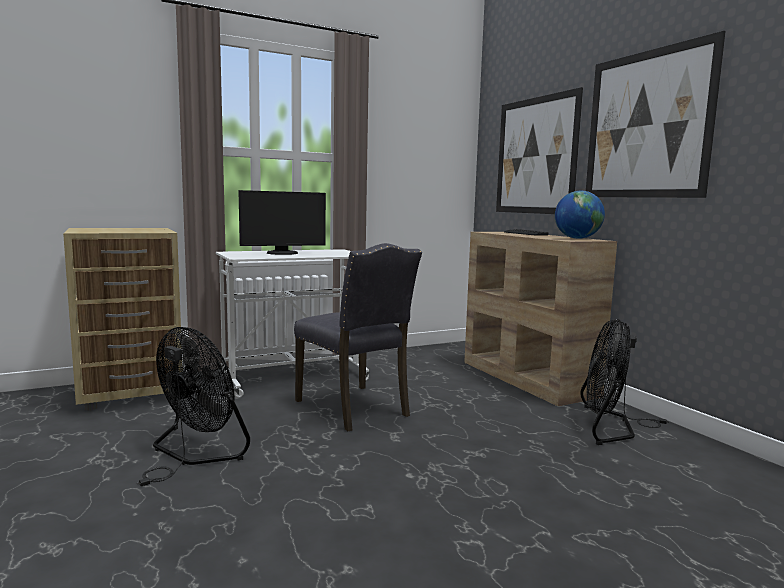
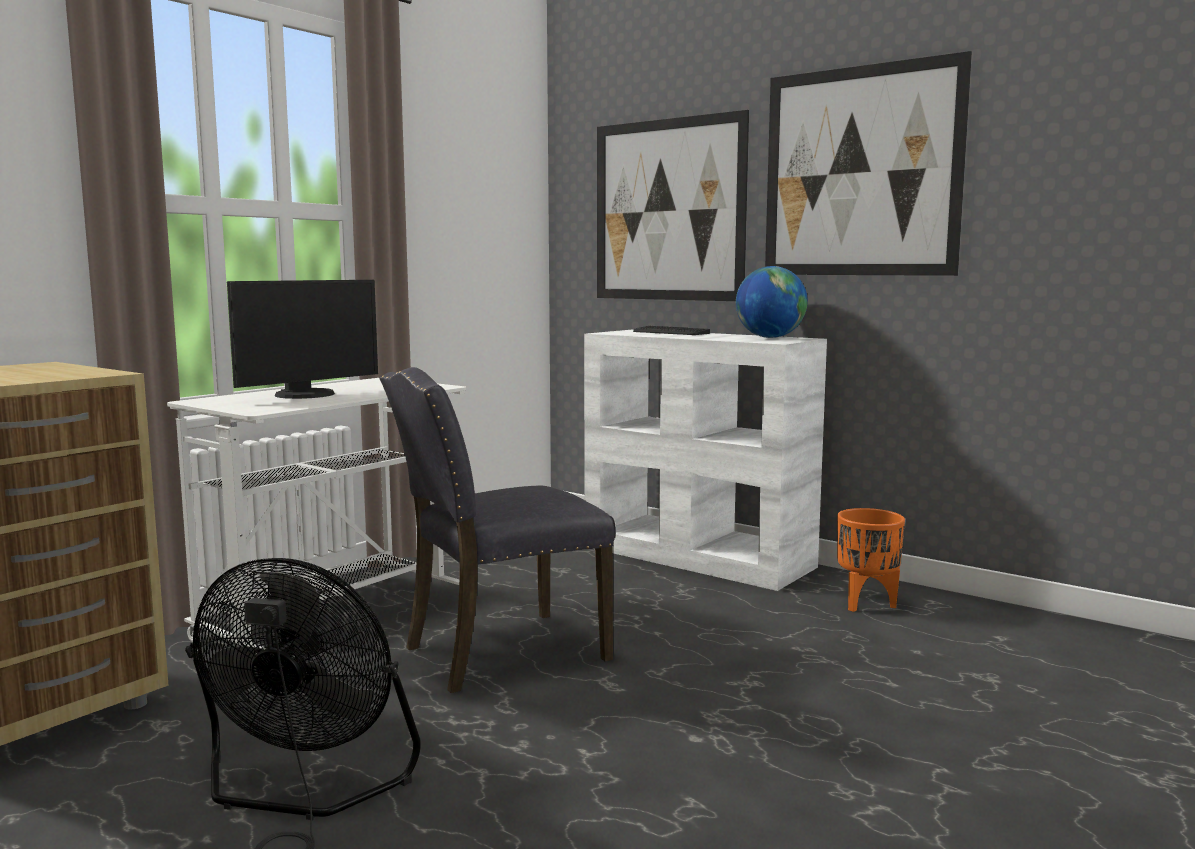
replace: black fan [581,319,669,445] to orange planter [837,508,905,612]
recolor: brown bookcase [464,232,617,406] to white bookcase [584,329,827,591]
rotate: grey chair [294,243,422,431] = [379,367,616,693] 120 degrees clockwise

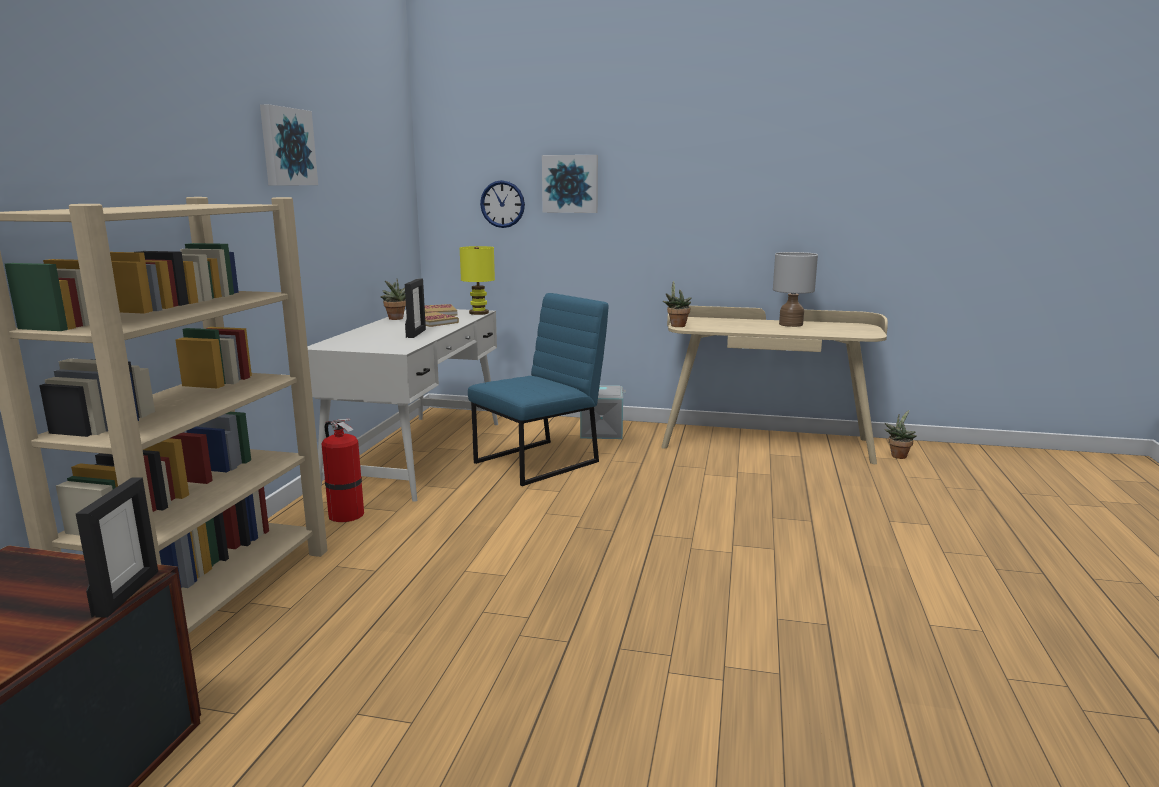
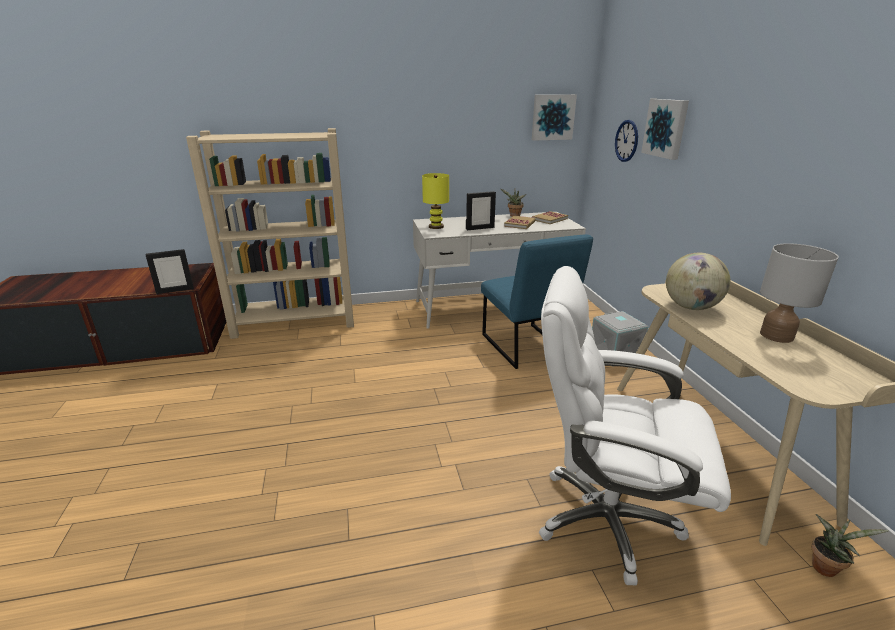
delete: fire extinguisher [321,419,364,522]; potted plant [663,281,691,327]
insert: white office chair [539,266,731,586]; globe [666,253,730,310]
move: picture [260,104,318,186] to [532,94,577,141]; yellow table lamp [460,246,495,315] to [422,173,449,229]
rotate: blue chair [468,293,608,486] = [481,234,593,369] 45 degrees clockwise

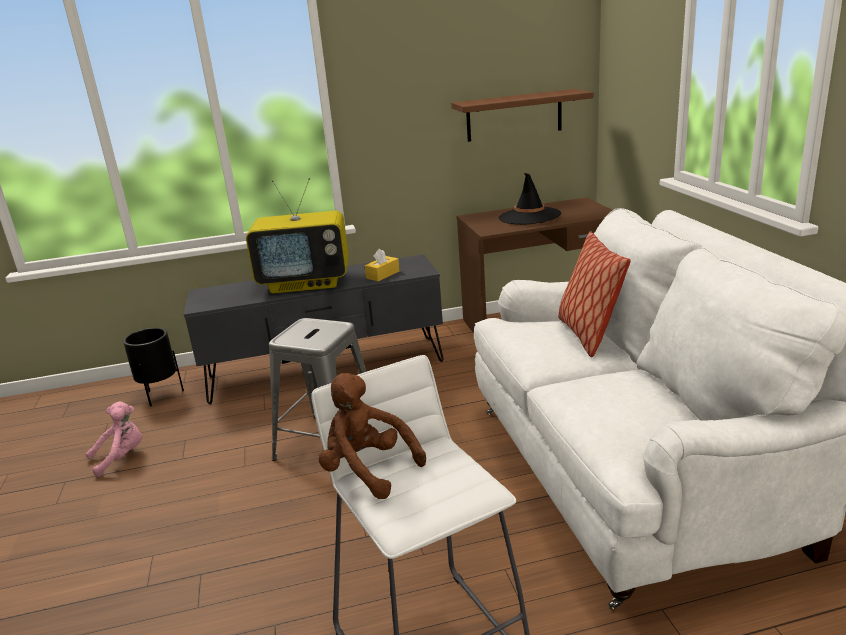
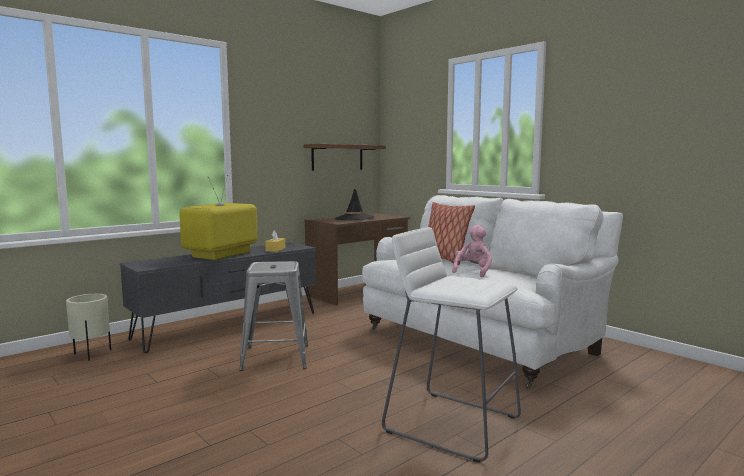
delete: brown plush toy [318,373,426,499]
move: pink plush toy [86,401,142,477] to [452,225,492,277]
recolor: black planter [123,328,184,407] to beige planter [66,294,111,361]
rotate: television [246,178,349,294] = [179,175,258,260] 150 degrees clockwise

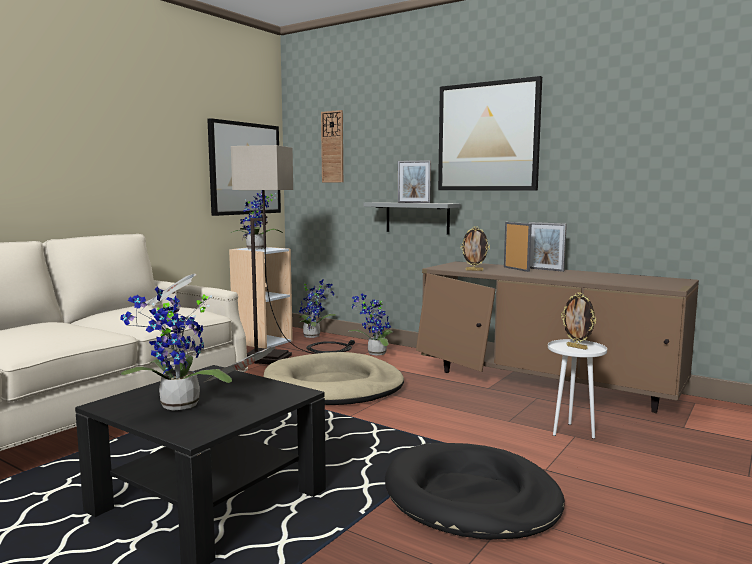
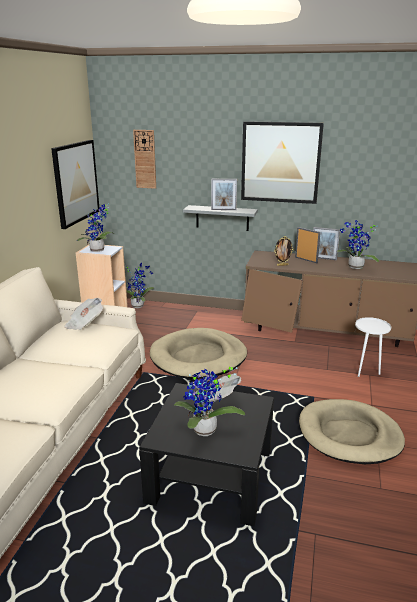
delete: floor lamp [231,145,355,365]; picture frame [561,292,596,350]
move: potted plant [349,293,393,356] to [337,220,379,269]
recolor: black dog bed [385,443,565,540] to beige dog bed [299,399,405,464]

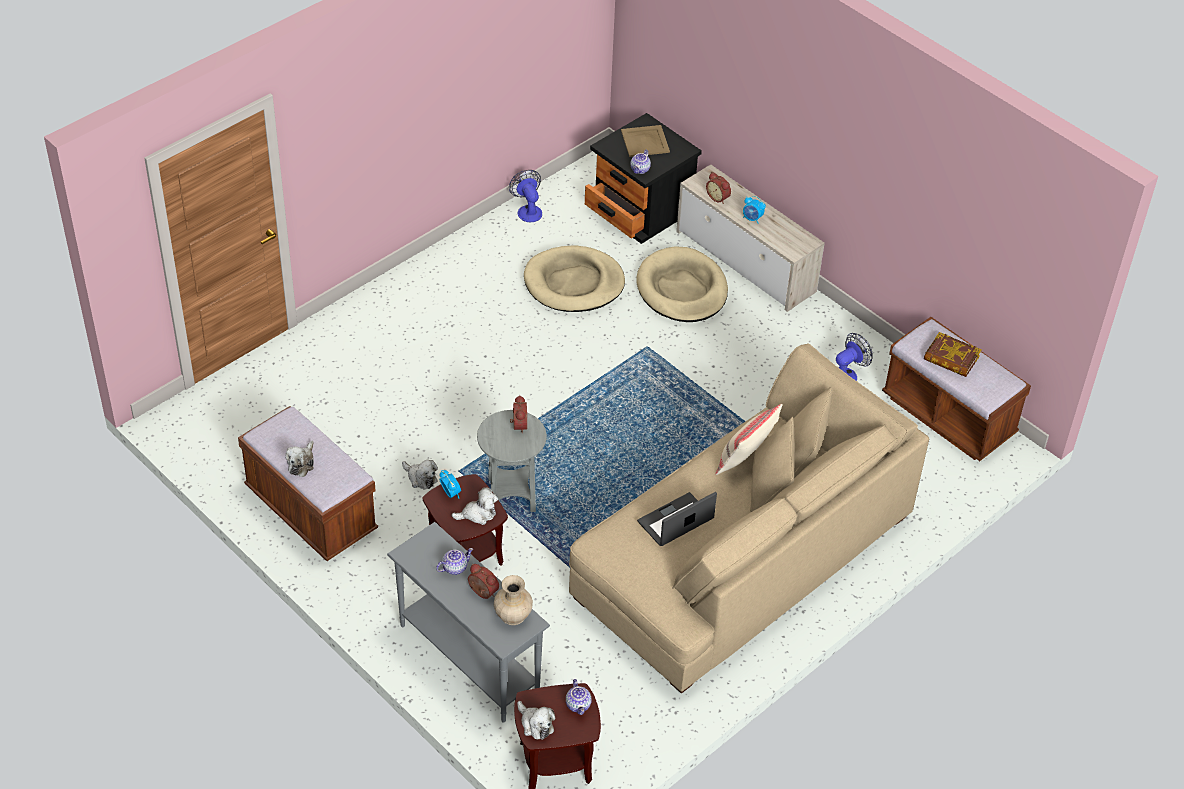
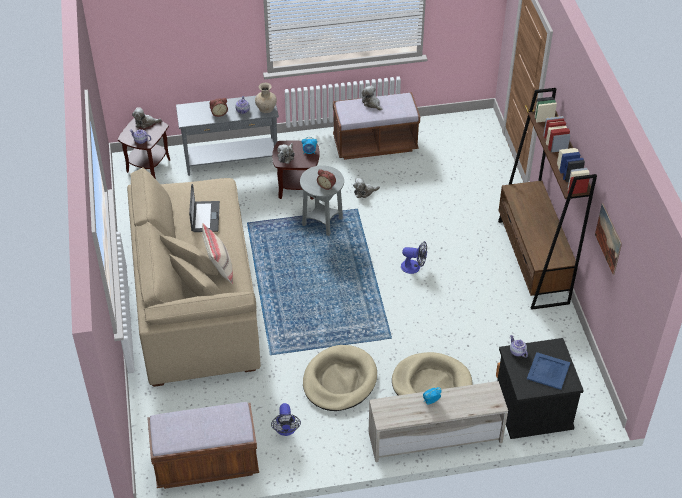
delete: alarm clock [706,172,731,204]; book [924,332,982,377]
insert: brown bookcase [498,88,597,310]; picture [595,203,622,275]
move: beige vase [494,575,533,625] to [255,83,277,113]; fan [509,170,542,222] to [401,241,427,274]; beige dog bed [524,246,625,312] to [303,345,377,411]
recolor: beige tray [621,125,670,157] to blue tray [527,352,570,390]

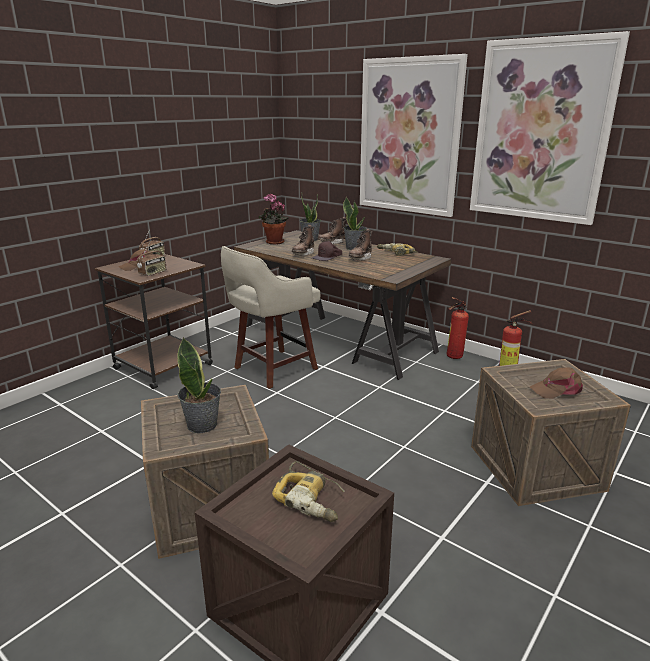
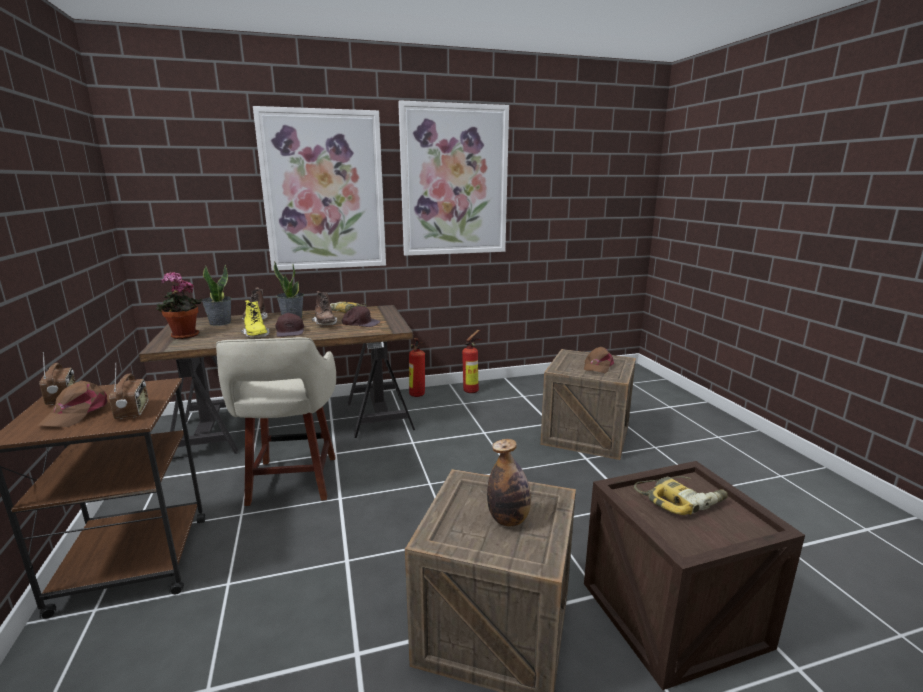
insert: brown cap [342,306,380,327]
replace: potted plant [178,337,221,433] to bottle [487,439,531,526]
recolor: brown boot [292,225,314,256] to yellow boot [241,300,269,338]

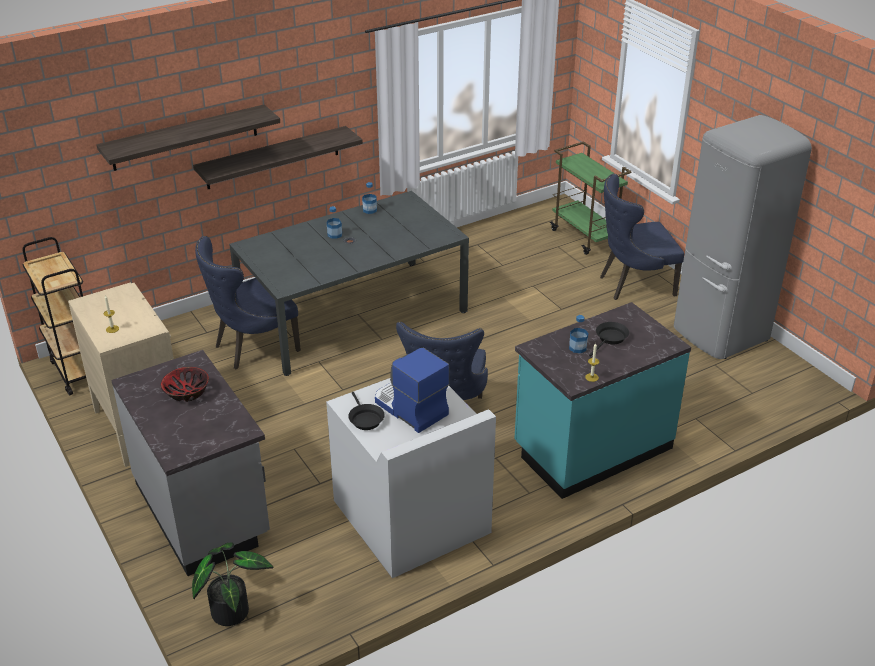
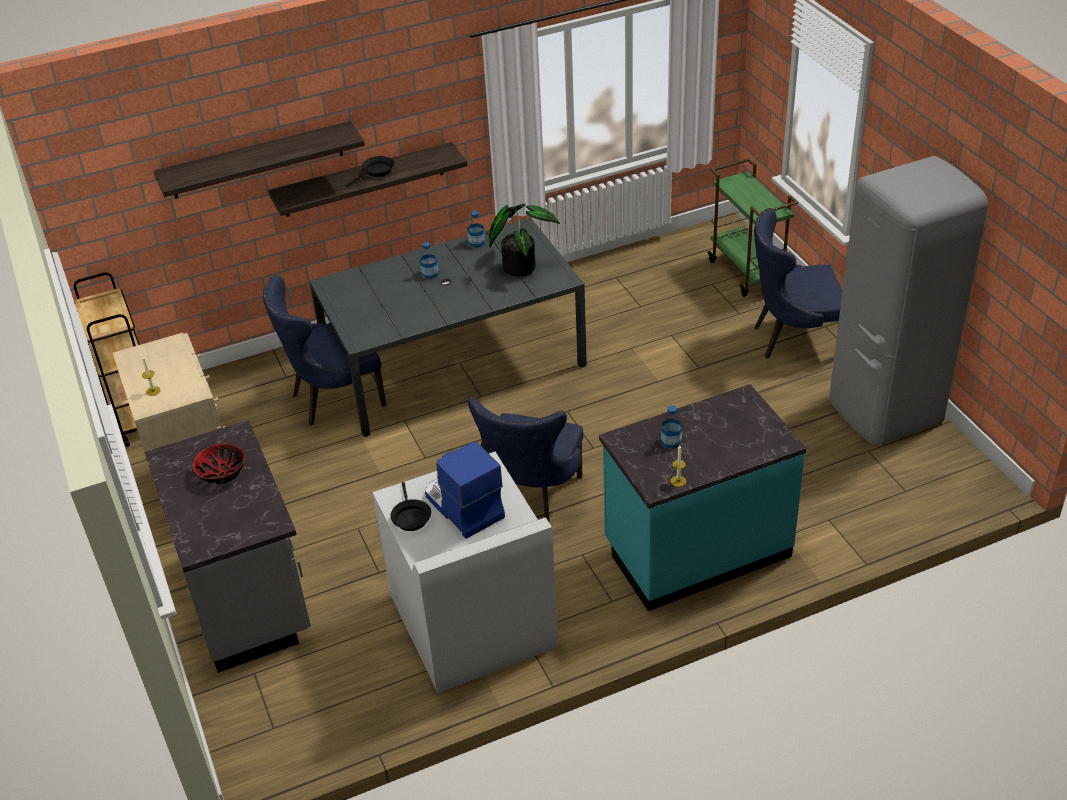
move: potted plant [192,542,274,626] to [489,204,560,276]; black frying pan [589,322,629,357] to [346,156,395,187]

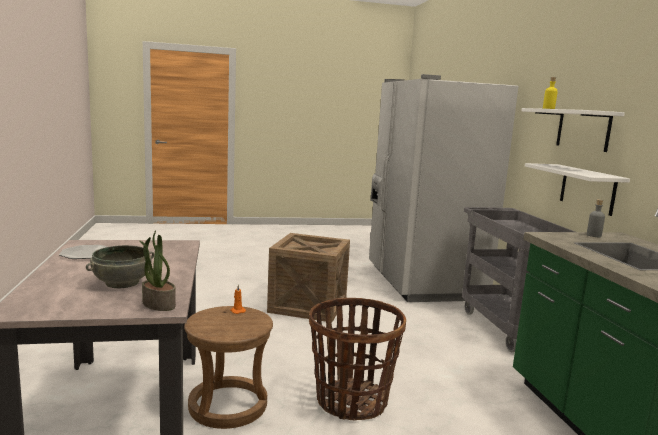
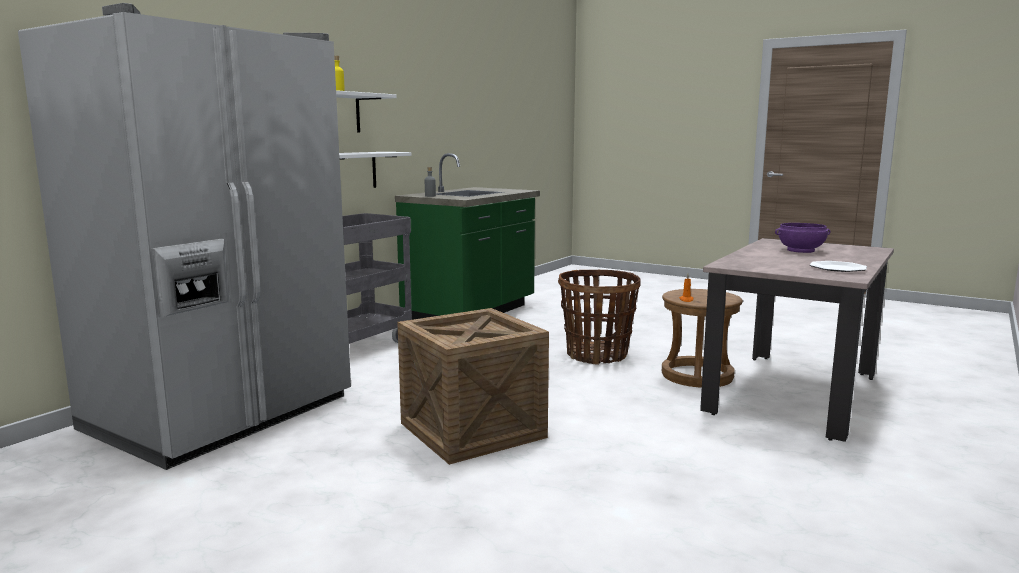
delete: potted plant [139,230,176,311]
recolor: grey bowl [86,245,154,288] to purple bowl [775,223,831,253]

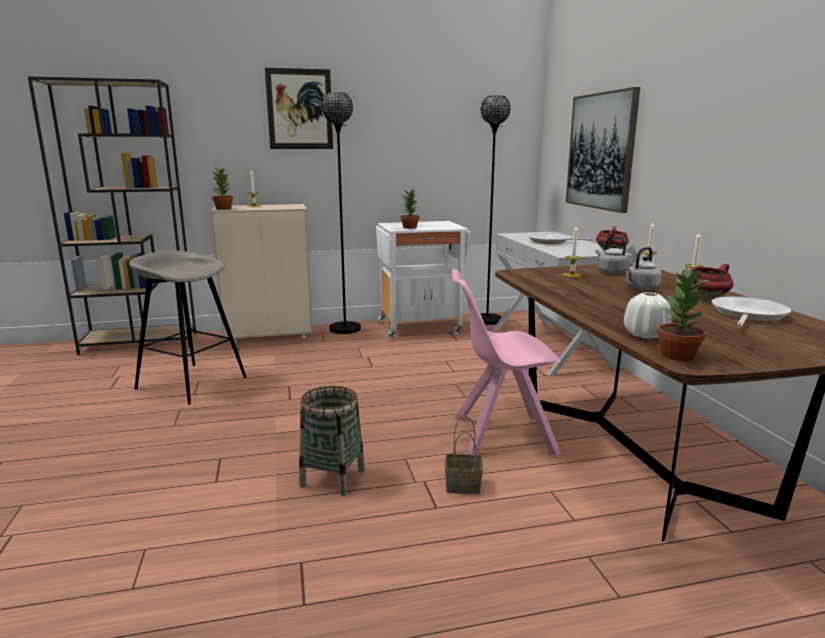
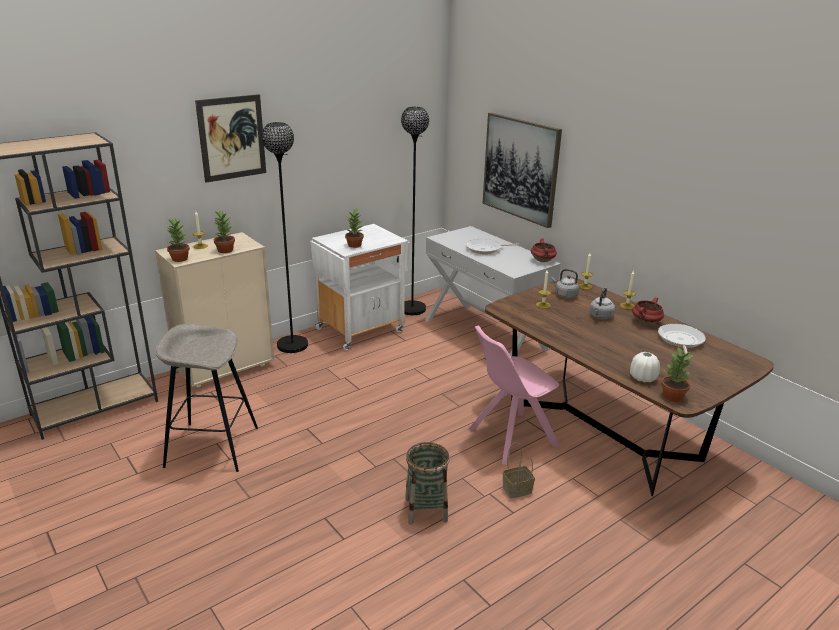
insert: potted plant [213,211,235,253]

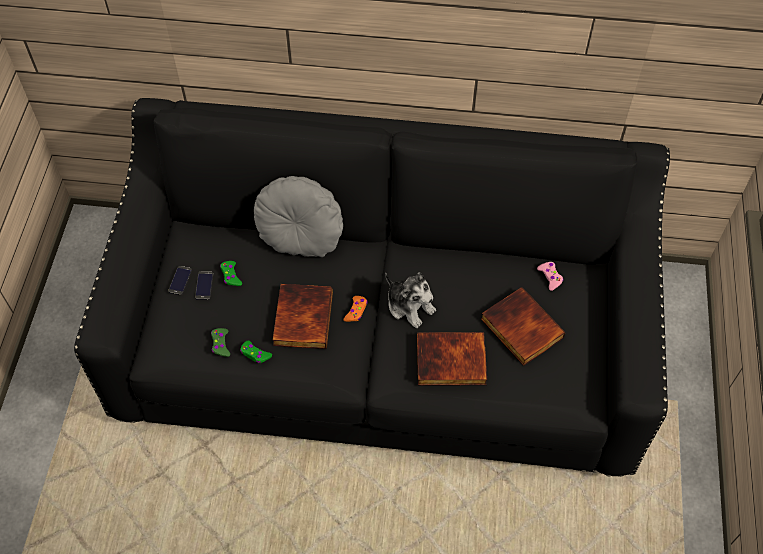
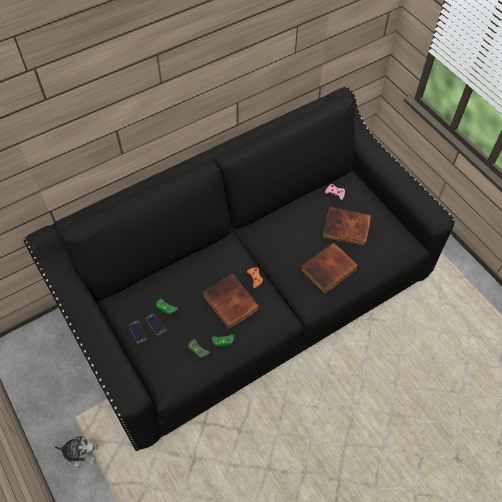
delete: grey pillow [254,176,343,257]
move: plush toy [385,272,436,328] to [54,436,99,467]

